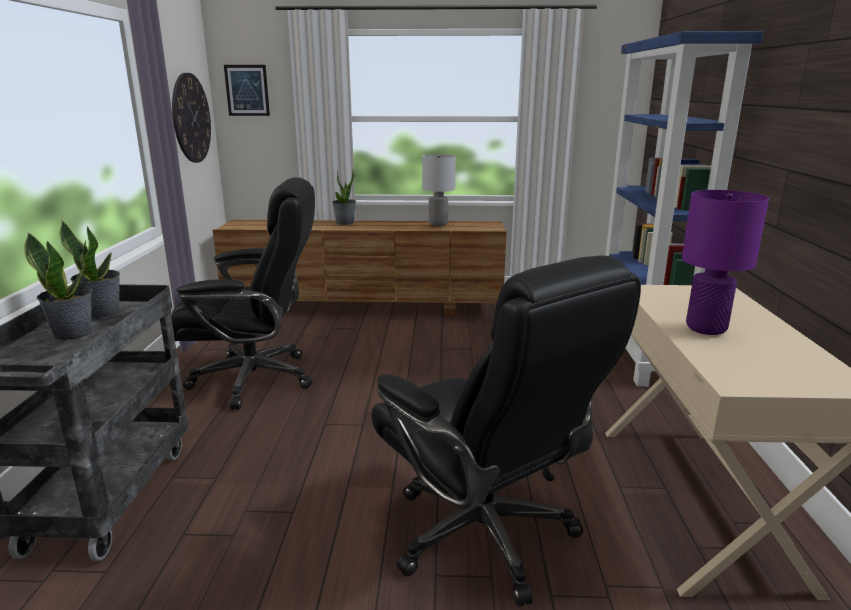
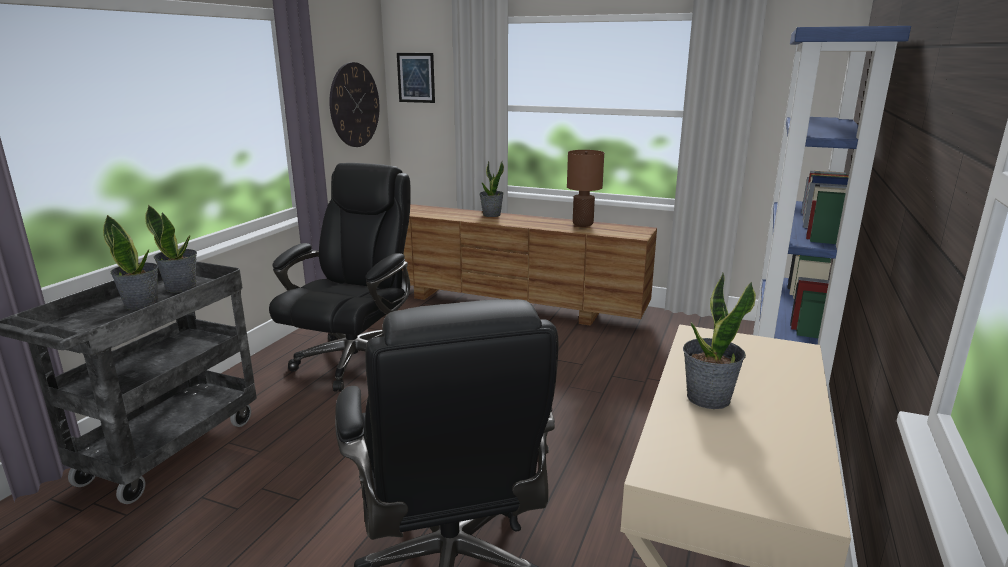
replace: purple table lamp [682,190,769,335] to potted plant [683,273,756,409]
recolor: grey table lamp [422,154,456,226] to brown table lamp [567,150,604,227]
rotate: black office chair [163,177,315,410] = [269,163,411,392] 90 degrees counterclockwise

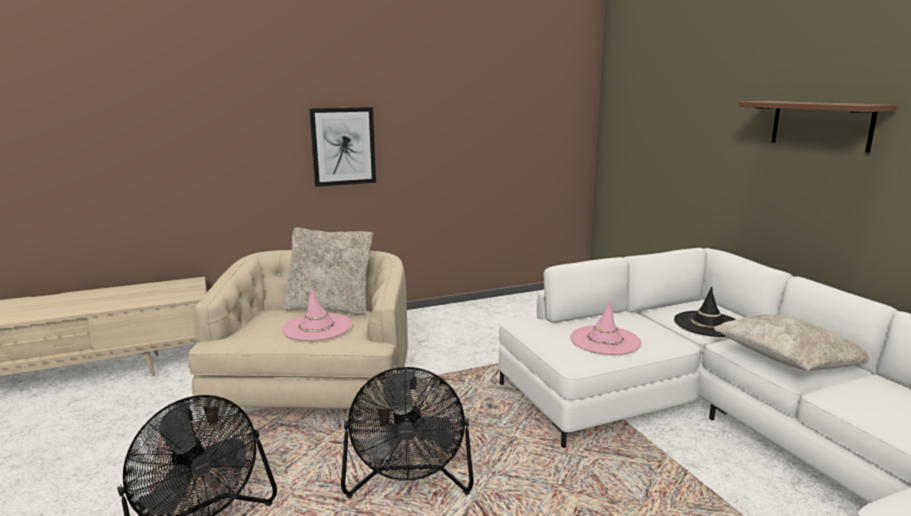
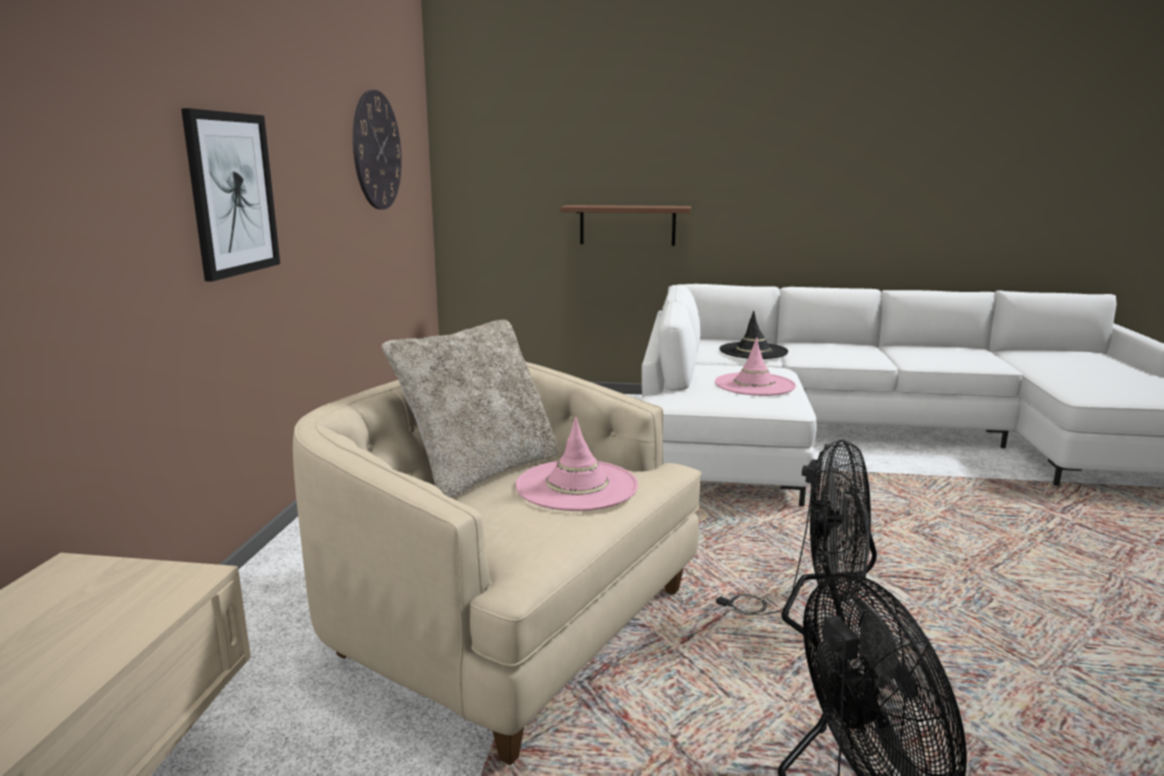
delete: beige pillow [714,314,870,370]
insert: wall clock [353,90,402,210]
move: brown shelf [738,101,897,152] to [560,205,691,246]

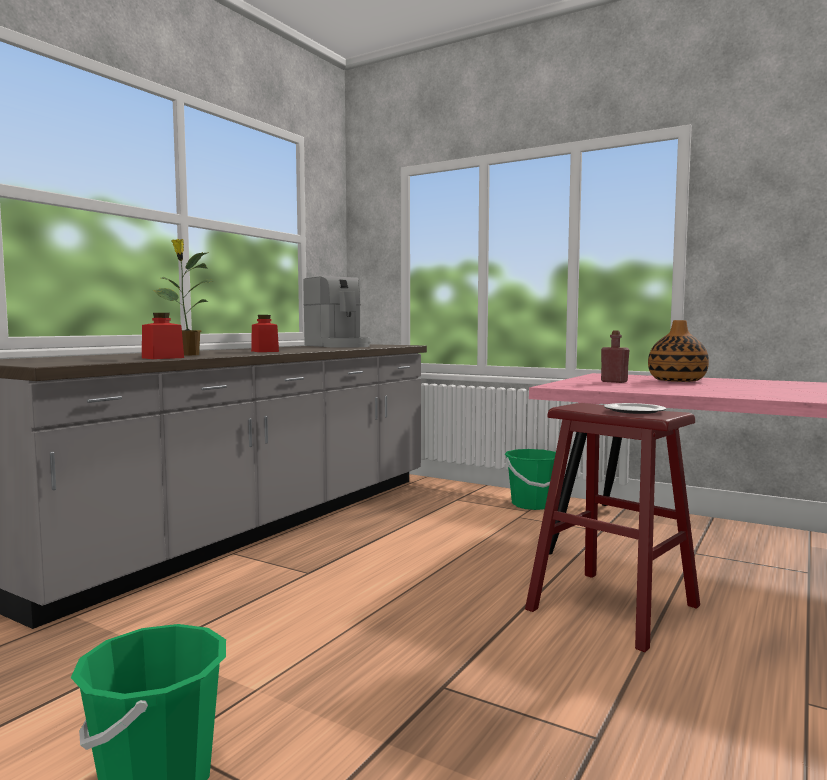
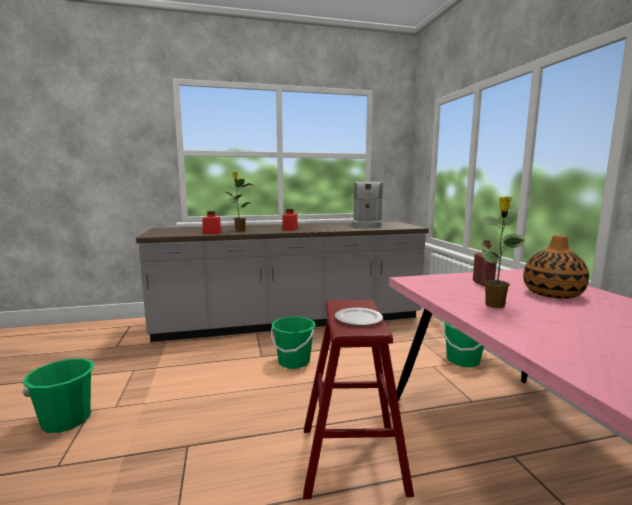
insert: green bucket [271,316,316,369]; potted plant [478,196,526,308]

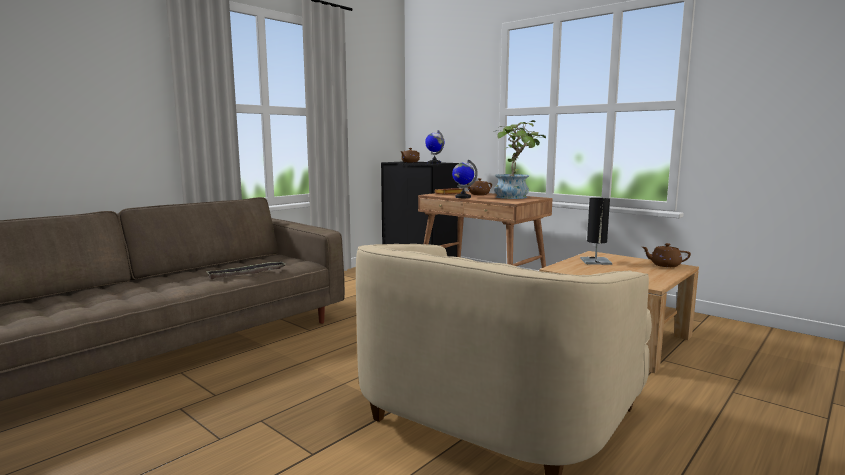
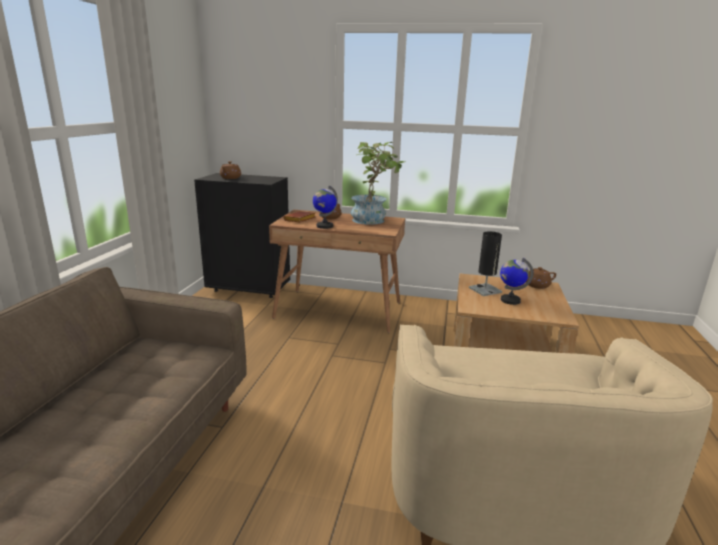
delete: tray [206,261,285,279]
move: globe [425,130,444,164] to [500,258,534,305]

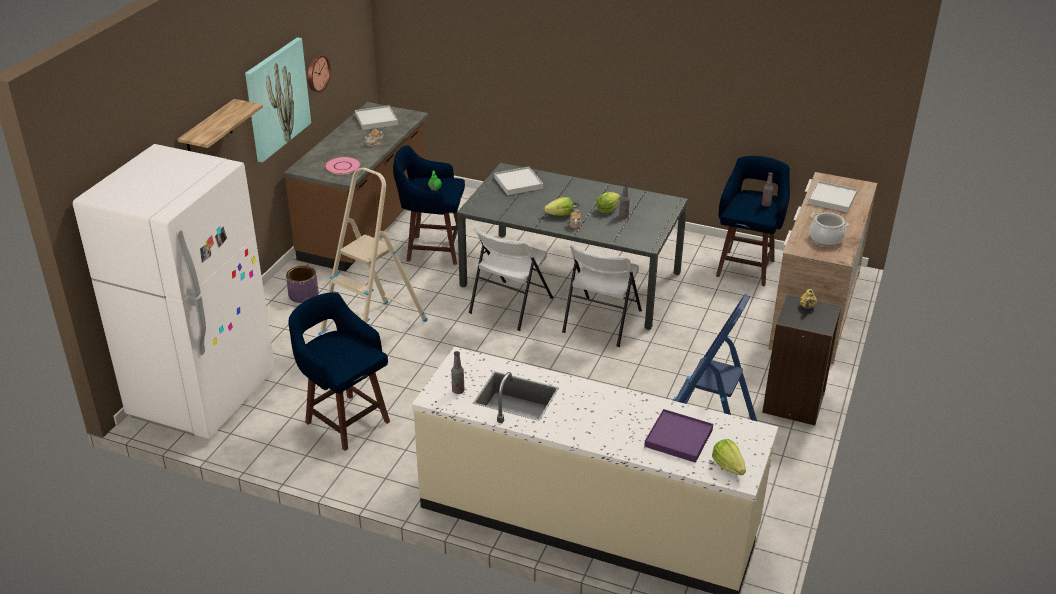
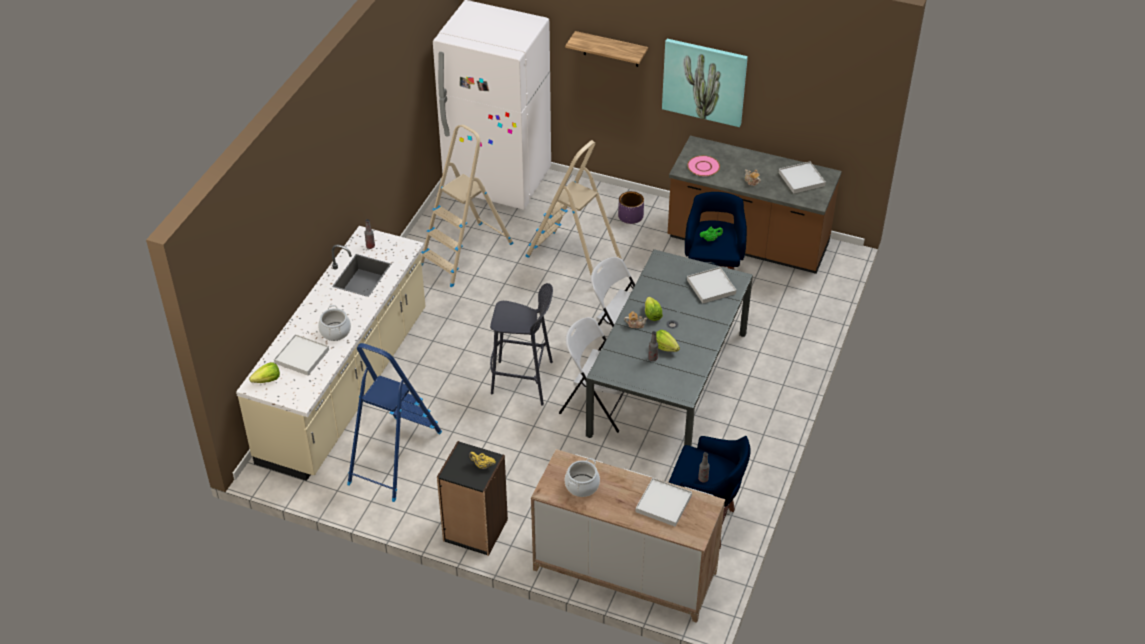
delete: wall clock [308,55,331,93]
insert: cooking pot [318,305,351,341]; grey stool [490,283,553,406]
replace: blue stool [288,292,390,451] to beige step ladder [421,125,513,287]
recolor: purple tray [644,409,713,463] to white tray [274,334,329,376]

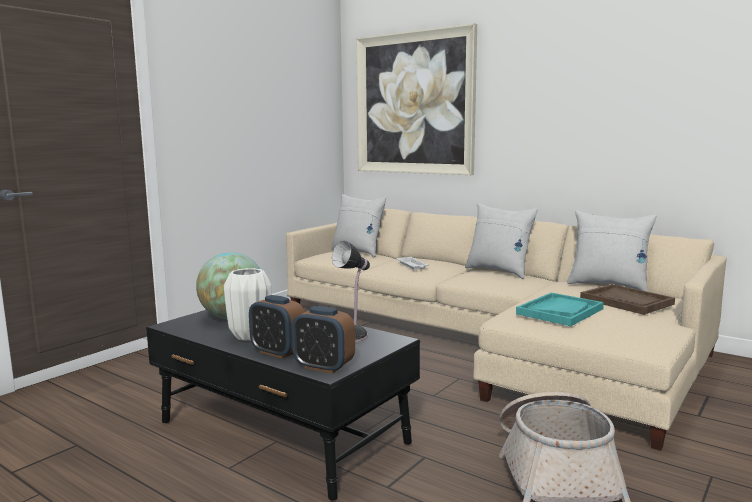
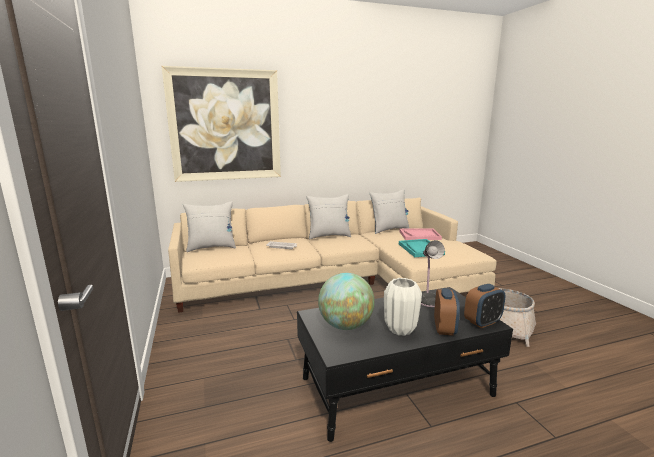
recolor: brown tray [580,284,675,315] to pink tray [399,228,442,240]
rotate: alarm clock [249,295,304,359] = [434,288,460,336] 60 degrees counterclockwise

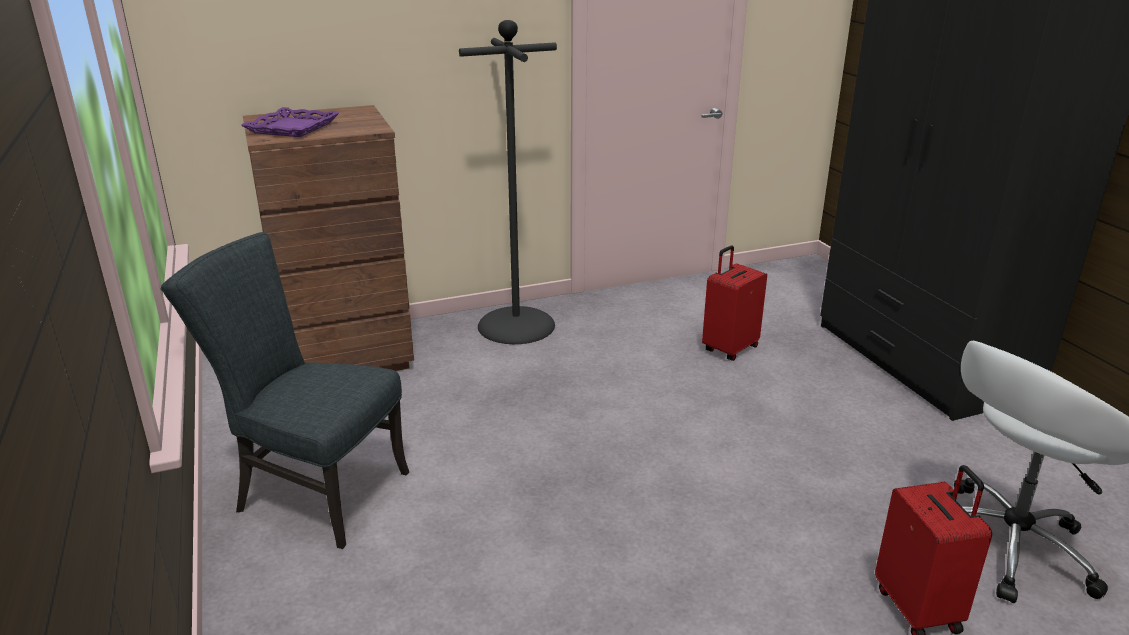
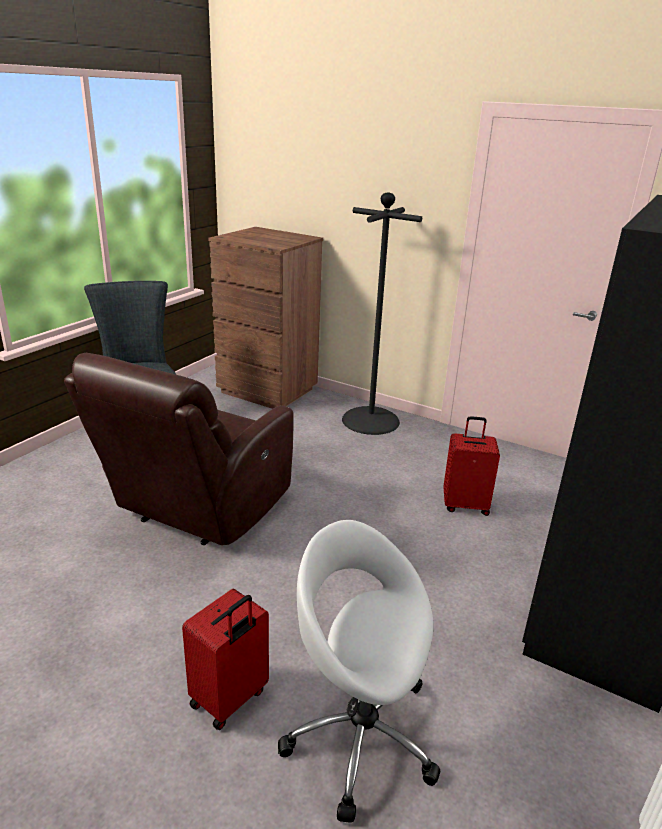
delete: purple tray [241,107,339,137]
insert: brown armchair [64,353,294,545]

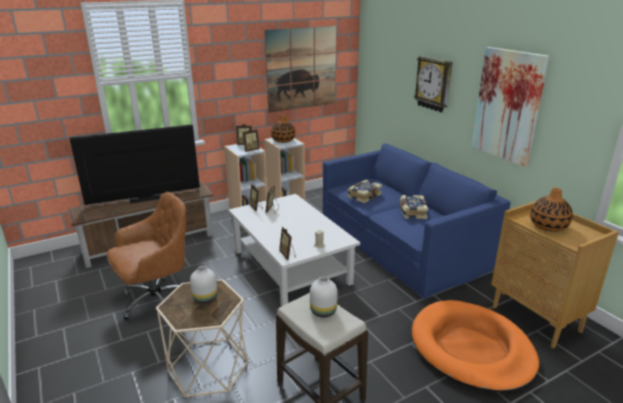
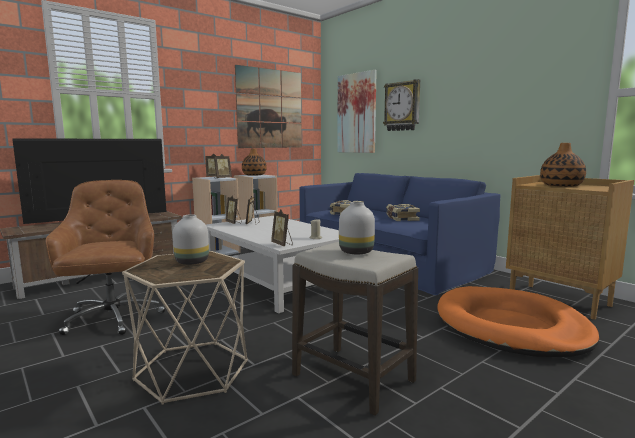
move: picture [471,47,549,167] to [337,70,377,153]
rotate: brown office chair [107,192,186,319] = [46,180,165,335] 60 degrees counterclockwise

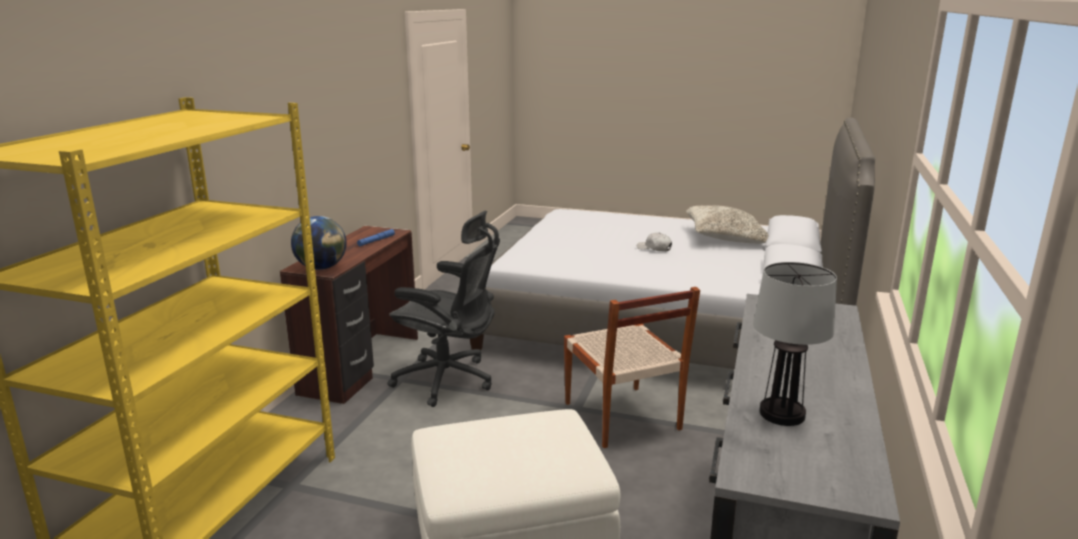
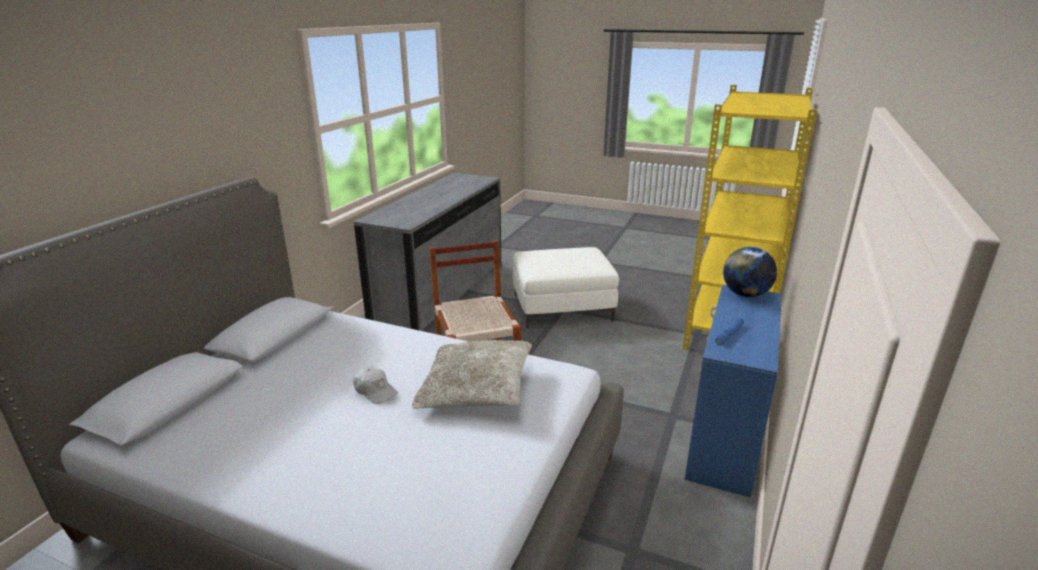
delete: office chair [387,211,500,407]; table lamp [753,262,837,426]
move: beige pillow [686,205,768,244] to [412,340,532,409]
recolor: brown desk [280,226,418,404] to blue desk [685,285,782,497]

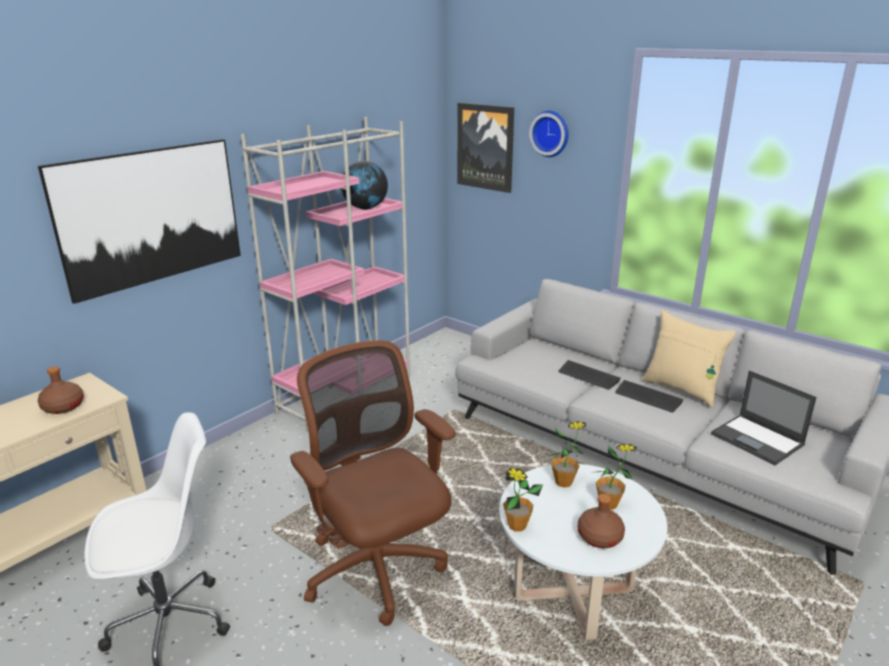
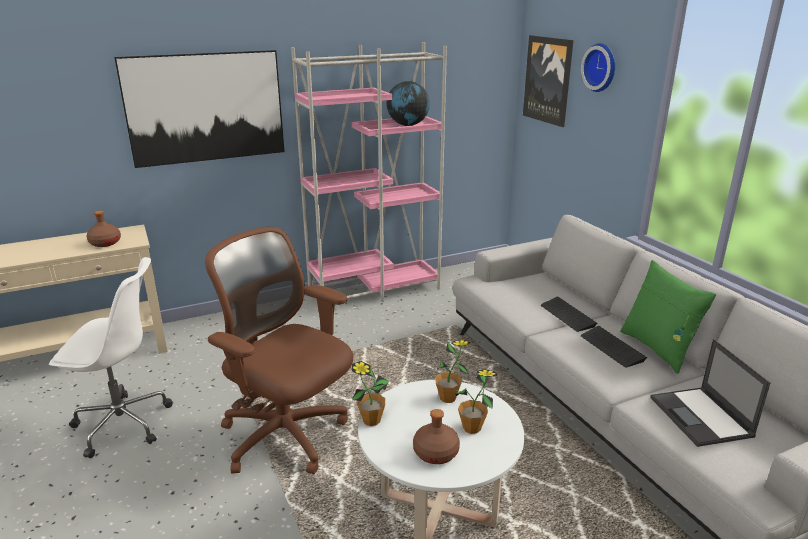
recolor: beige pillow [642,310,736,407] to green pillow [620,260,716,374]
rotate: brown office chair [290,340,456,626] = [205,227,353,474] 45 degrees counterclockwise

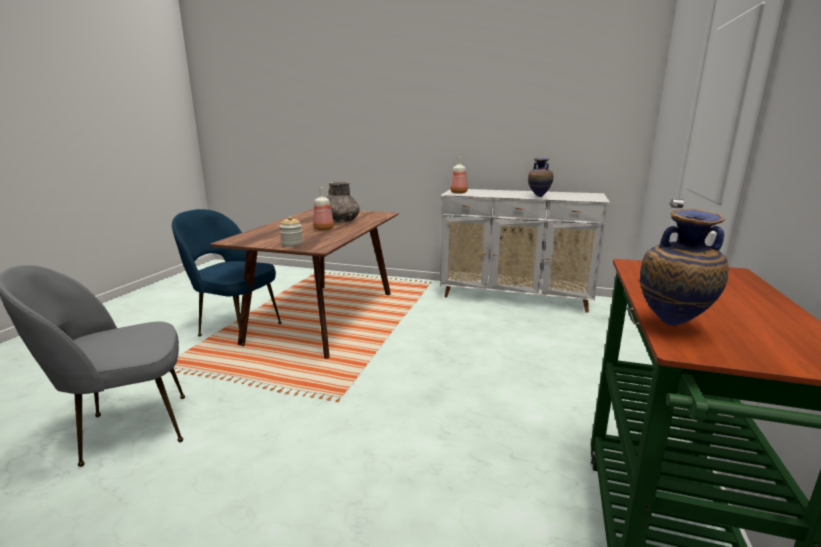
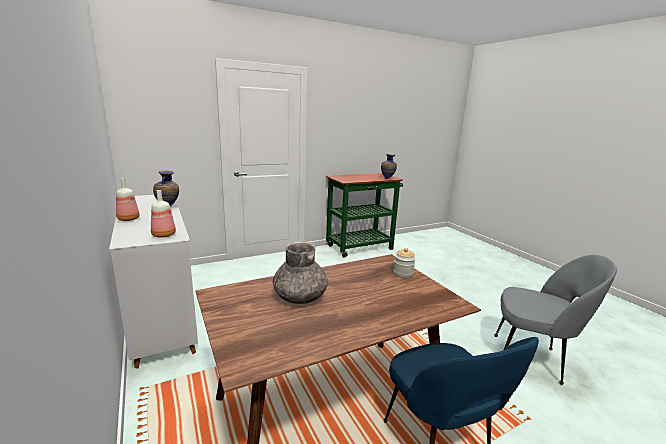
move: bottle [313,187,334,230] to [116,178,140,221]

